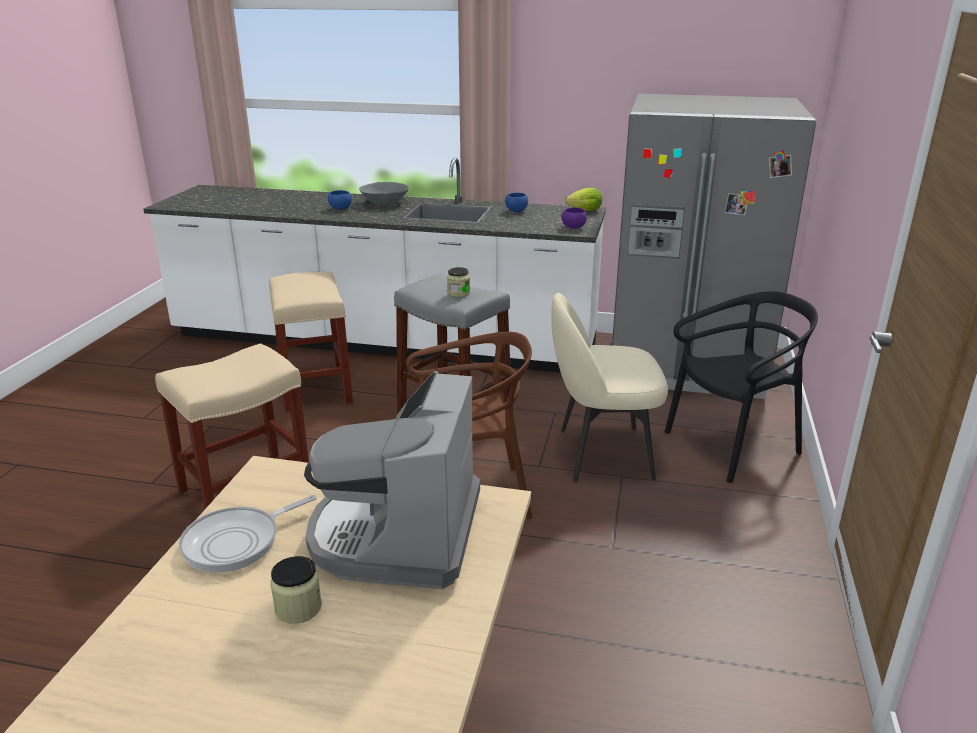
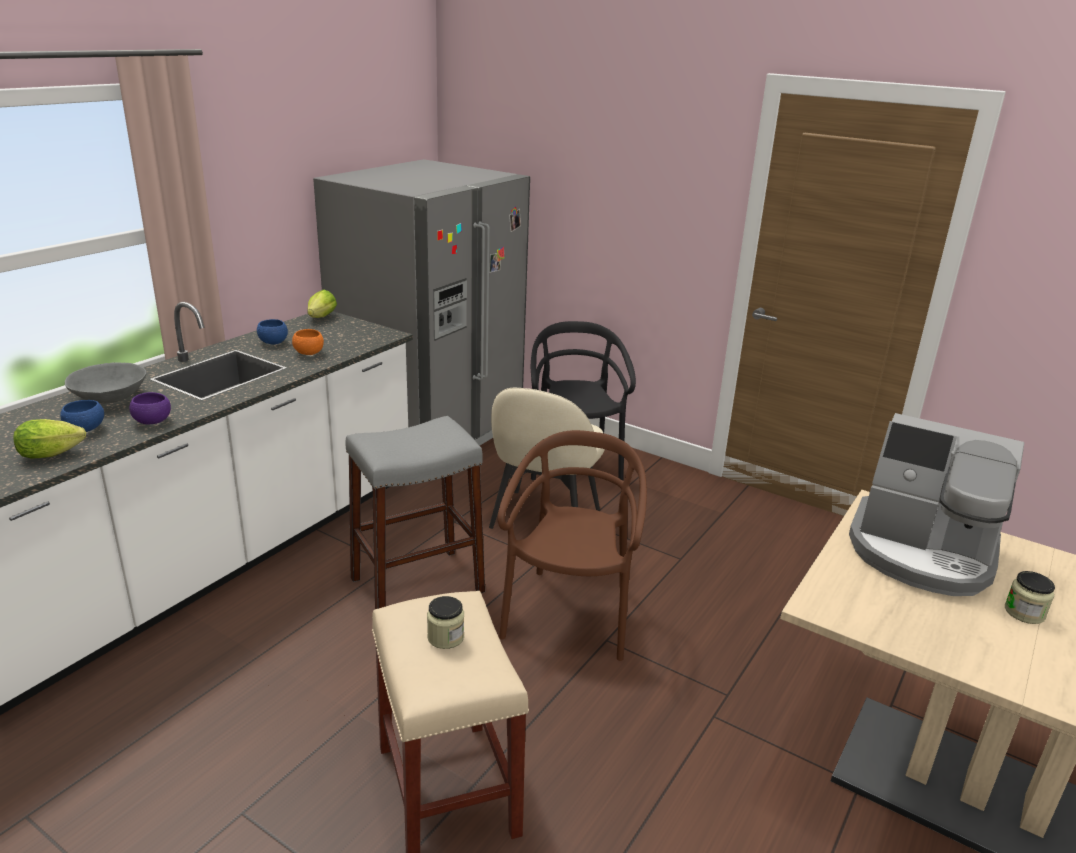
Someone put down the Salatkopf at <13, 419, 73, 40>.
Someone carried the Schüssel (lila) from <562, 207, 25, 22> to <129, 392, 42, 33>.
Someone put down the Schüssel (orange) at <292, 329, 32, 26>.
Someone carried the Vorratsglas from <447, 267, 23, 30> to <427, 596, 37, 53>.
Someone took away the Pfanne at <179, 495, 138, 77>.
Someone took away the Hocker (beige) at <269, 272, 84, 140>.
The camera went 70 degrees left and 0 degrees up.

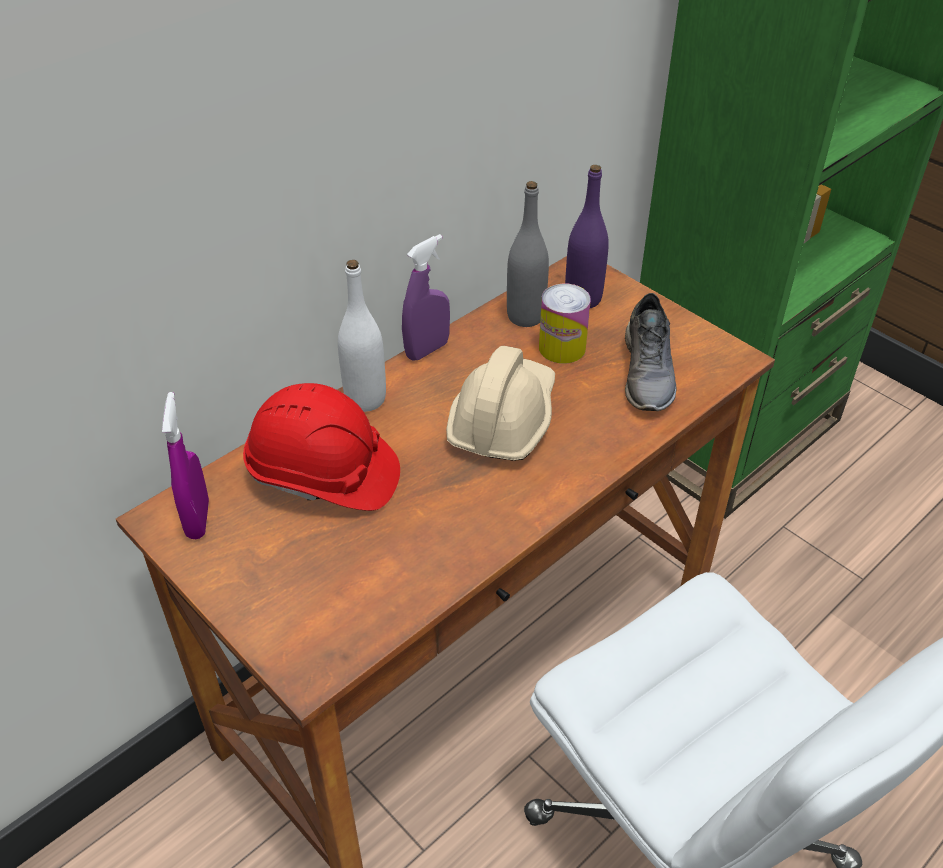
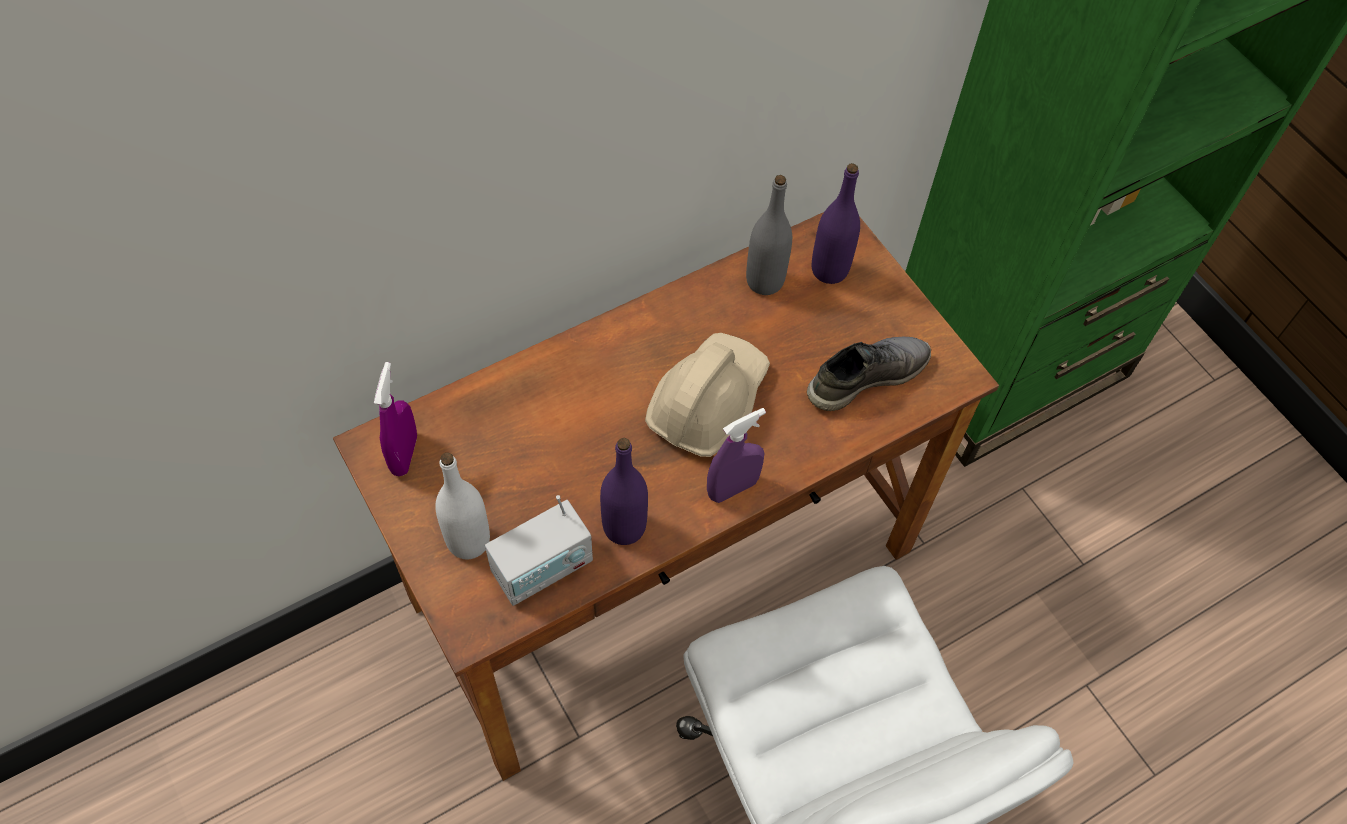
Someone carried the Flasche (weiß) from <338, 260, 48, 152> to <435, 453, 55, 106>.
Someone put down the Radio at <485, 495, 108, 111>.
Someone put down the Flasche (lila) at <600, 438, 48, 107>.
Someone carried the Sprühflasche (lila) from <402, 234, 48, 127> to <707, 408, 59, 95>.
Someone rotated the Schuh (grau) at <625, 293, 52, 118> by 135 degrees counterclockwise.
Someone took away the Schutzhelm (rot) at <243, 383, 157, 128>.
Someone took away the Dose at <539, 284, 52, 80>.
The camera went 10 degrees right and 15 degrees up.

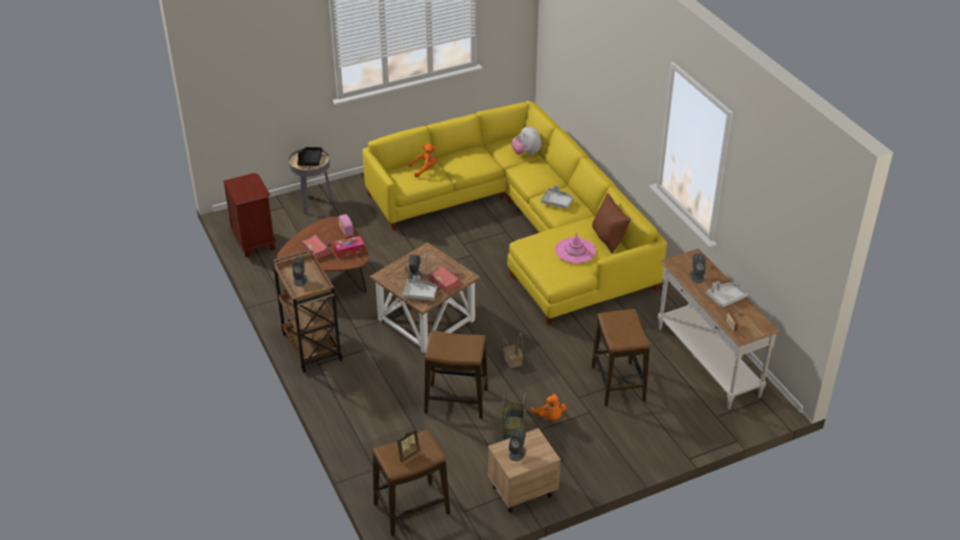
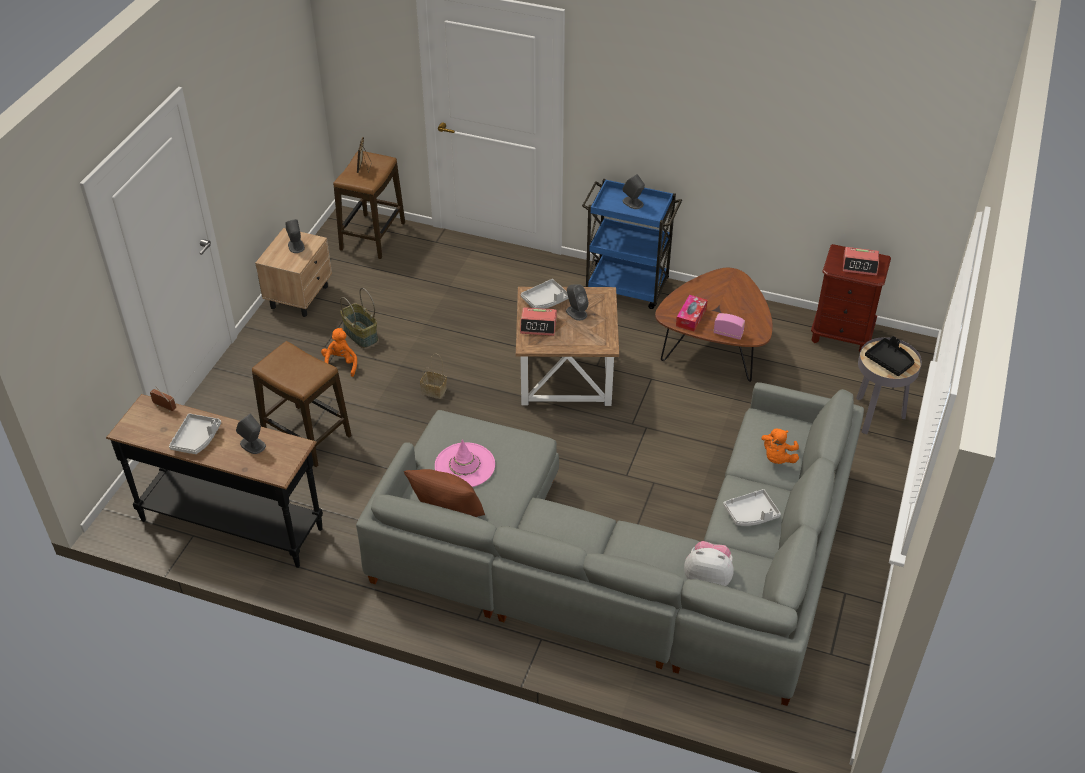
Someone repainted the Konsolentisch (weiß) at <658, 249, 122, 160>, which became the Konsolentisch (schwarz) at <106, 394, 217, 174>.
Someone rotated the Plüschtier (orange) at <531, 394, 35, 27> by 75 degrees clockwise.
Someone repainted the Sofa (gelb) at <362, 101, 305, 224>, which became the Sofa (grau) at <356, 382, 508, 324>.
Someone repainted the Rollwagen (braun) at <273, 250, 70, 123>, which became the Rollwagen (blau) at <582, 179, 100, 130>.
Someone carried the Tablett (grau) from <541, 185, 32, 24> to <723, 489, 58, 37>.
Someone carried the Wecker from <302, 234, 31, 25> to <843, 247, 36, 29>.
Someone took away the Hocker at <424, 331, 64, 88>.
The camera went 135 degrees right and 5 degrees up.

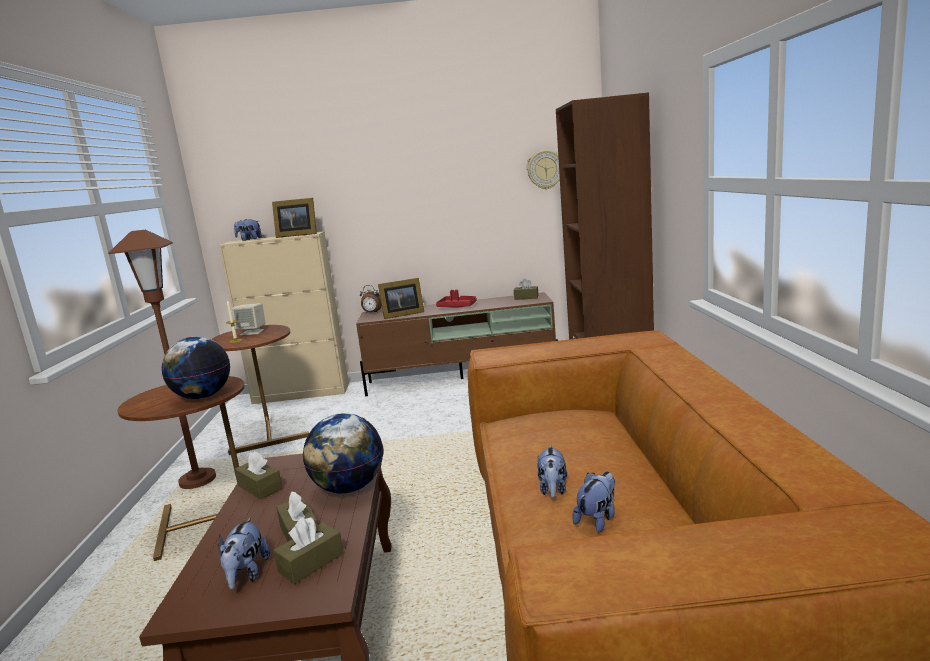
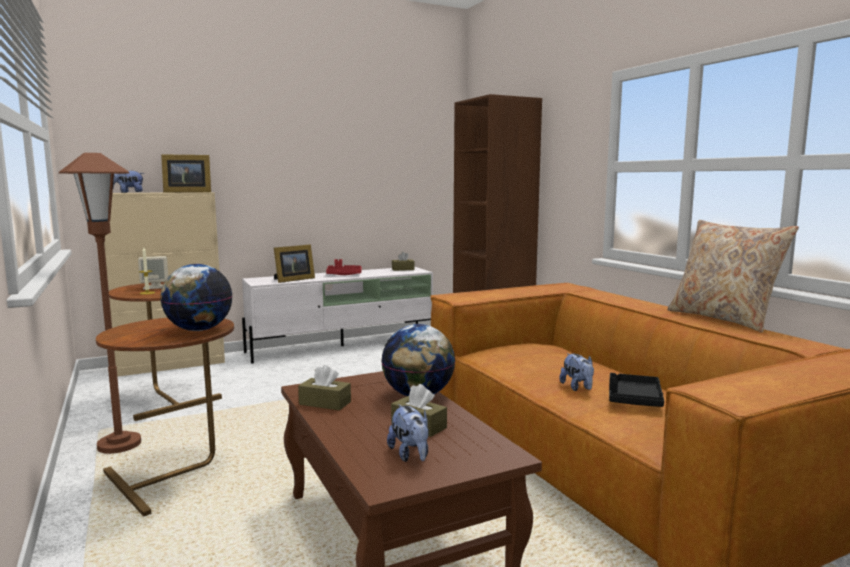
Someone repainted the Fernsehschrank (braun) at <356, 292, 202, 104>, which became the Fernsehschrank (weiß) at <242, 267, 191, 97>.
Someone swapped the Plüschtier at <572, 471, 43, 62> for the Tablett (schwarz) at <609, 373, 55, 34>.
Someone put down the Kissen (beige) at <668, 220, 131, 112>.
Someone took away the Taschentuchbox (braun) at <273, 517, 71, 67>.
Someone took away the Wecker at <360, 285, 22, 29>.
Someone took away the Wanduhr at <526, 150, 34, 39>.
The camera went 25 degrees left and 5 degrees down.

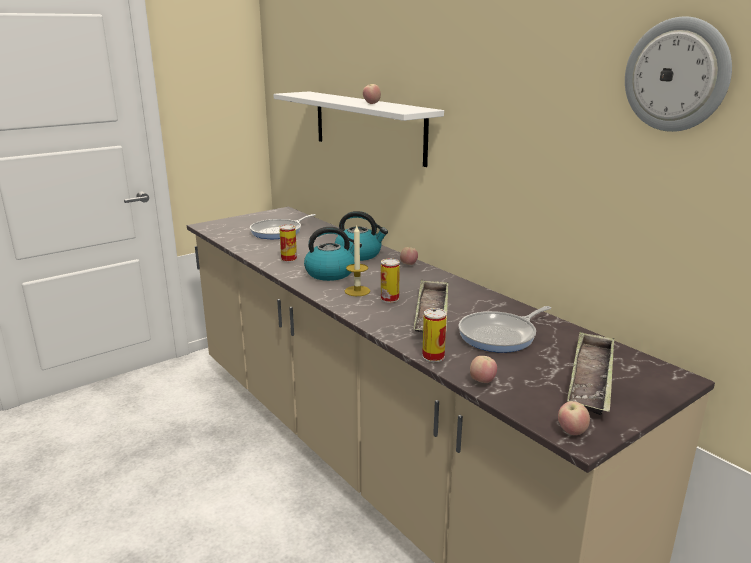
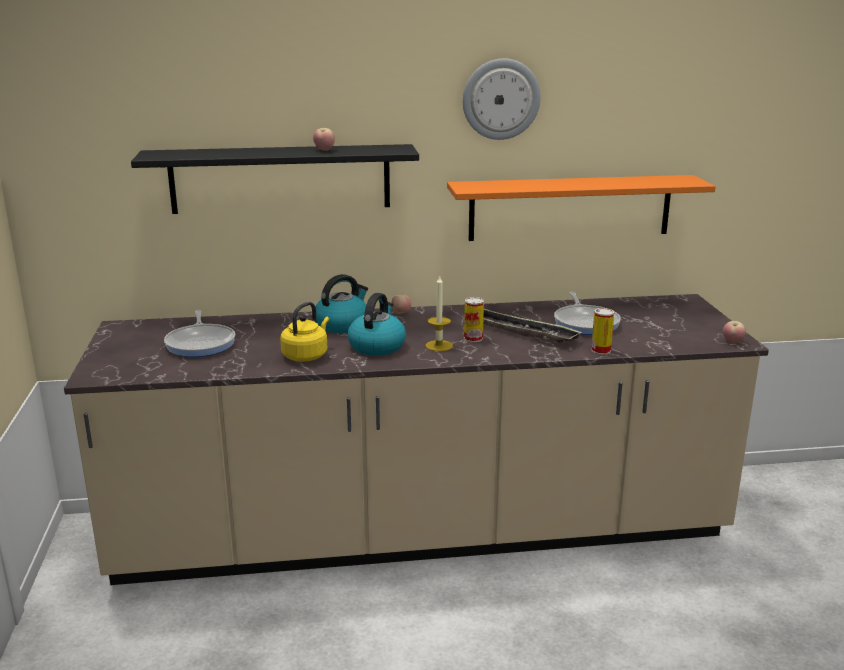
Someone repainted the Wandregal (weiß) at <273, 91, 171, 76>, which became the Wandregal (schwarz) at <131, 144, 288, 70>.
Someone swapped the Dose at <279, 225, 18, 37> for the Wasserkessel (gelb) at <280, 302, 49, 60>.
Someone put up the Wandregal (orange) at <447, 175, 269, 66>.
Someone carried the Wanduhr from <625, 17, 107, 115> to <463, 58, 78, 82>.
Someone took away the Apfel at <470, 356, 27, 27>.
Someone took away the Tablett at <567, 331, 47, 84>.
The camera went 60 degrees left and 0 degrees up.

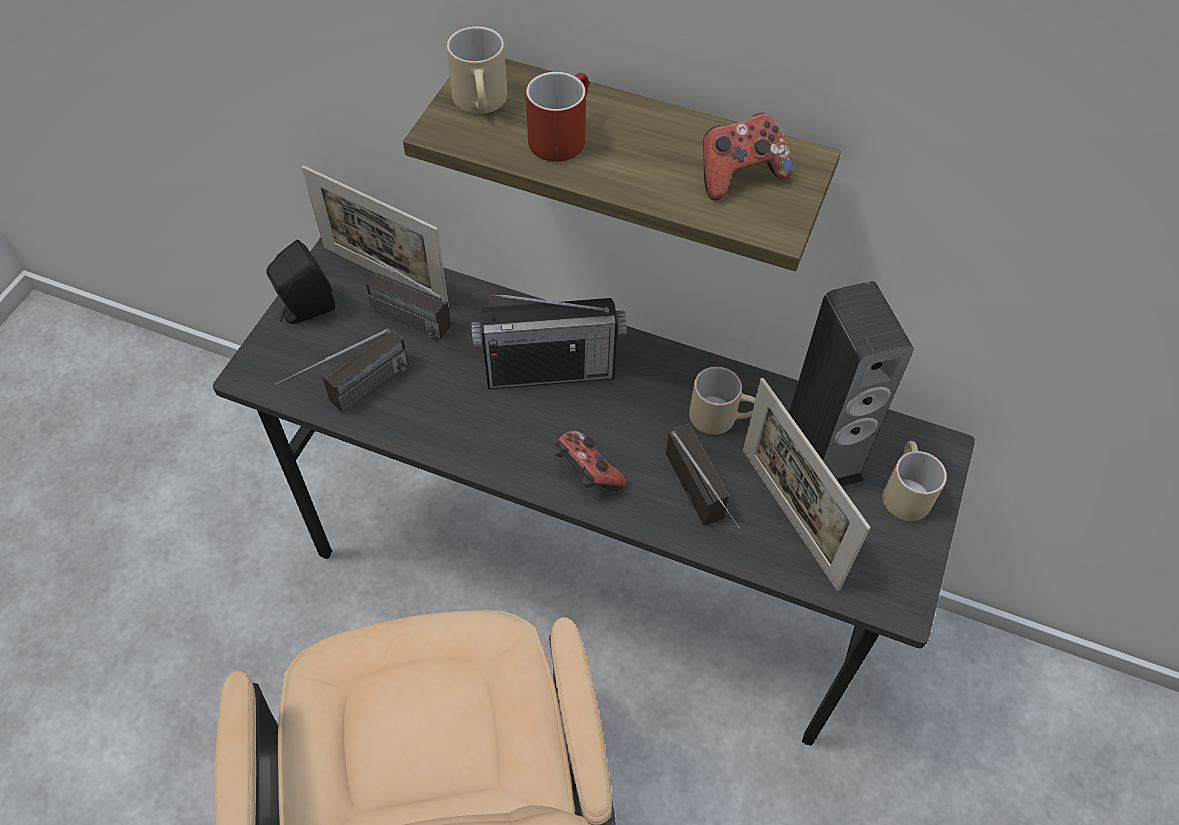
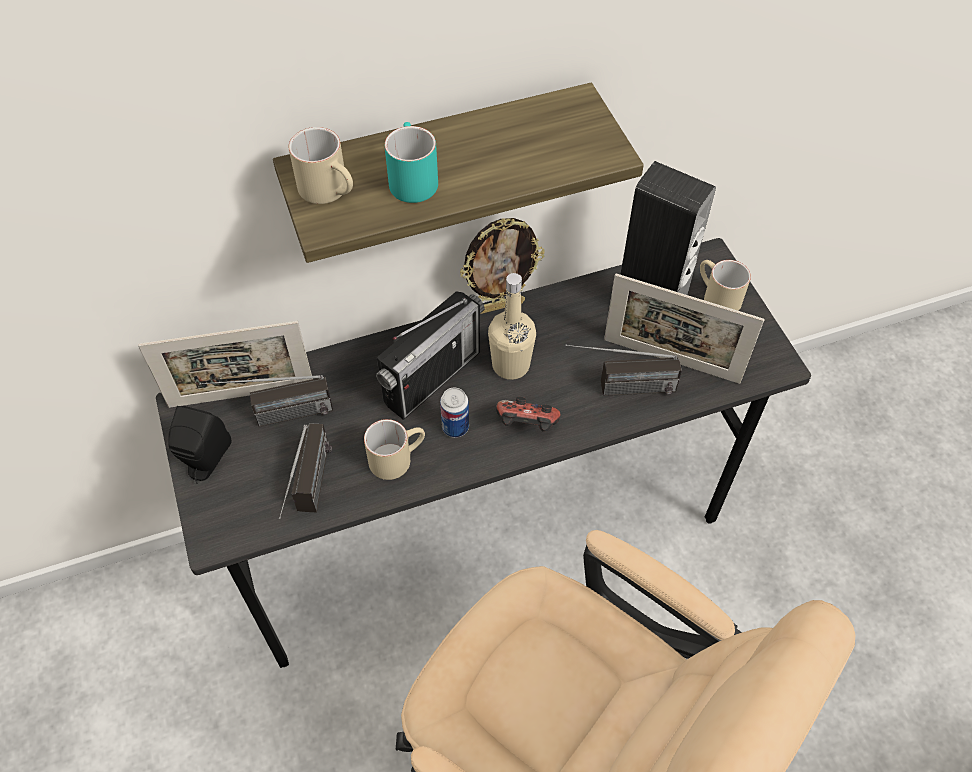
Someone carried the Henkelbecher (beige) from <689, 366, 66, 69> to <364, 419, 61, 61>.
Someone repainted the Henkelbecher (rot) at <526, 72, 63, 90>, which became the Henkelbecher (türkis) at <384, 122, 54, 81>.
Someone put down the Dose at <440, 388, 29, 50>.
Someone put down the Bilderrahmen at <460, 218, 85, 96>.
Someone put down the Flasche (beige) at <488, 273, 48, 107>.
Someone rotated the Radio at <666, 424, 74, 104> by 150 degrees clockwise.
Someone took away the Gamepad at <703, 112, 90, 88>.
The camera went 40 degrees left and 0 degrees up.

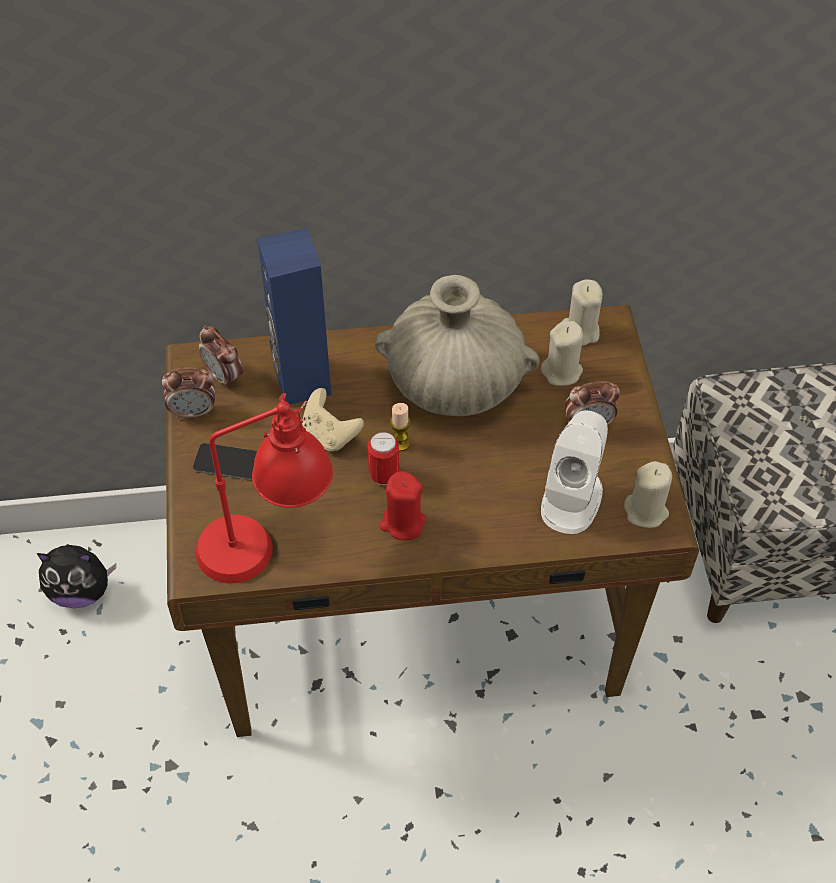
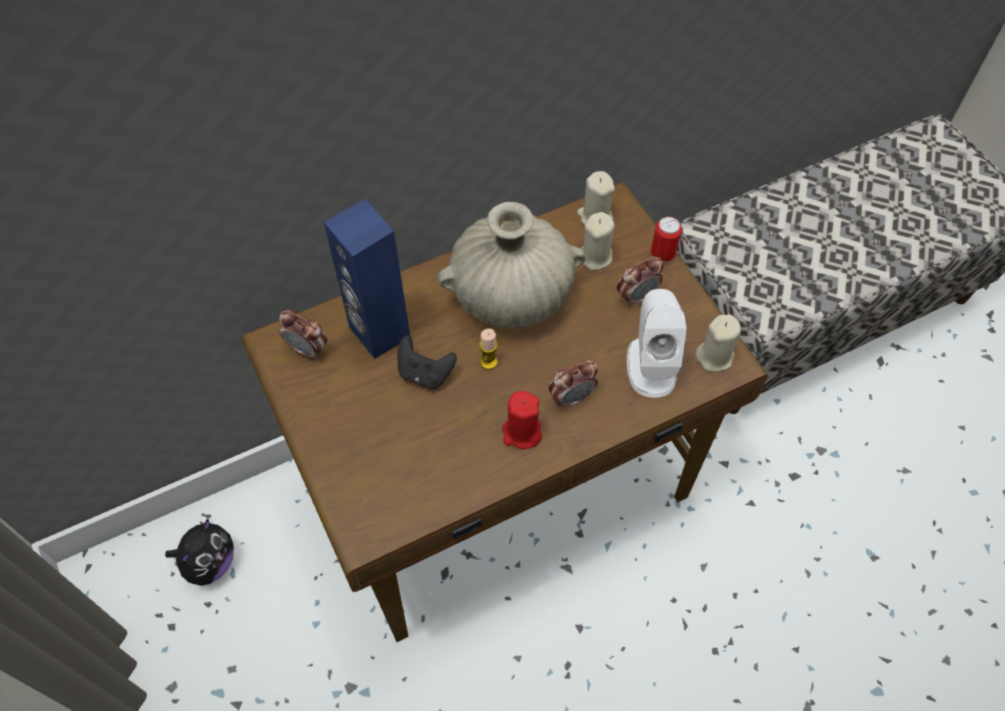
Someone rotated the Plüschtier at <36, 544, 80, 64> by 45 degrees counterclockwise.
Someone repainted the Gamepad (beige) at <302, 388, 62, 63>, which became the Gamepad (schwarz) at <398, 335, 59, 54>.
Someone carried the Wecker from <162, 368, 53, 51> to <548, 359, 50, 50>.
Someone carried the Dose from <368, 432, 31, 53> to <651, 216, 31, 47>.
Someone took away the Handy at <193, 443, 64, 37>.
Someone took away the Tischlampe (rot) at <196, 393, 137, 190>.
The camera went 20 degrees left and 5 degrees up.

